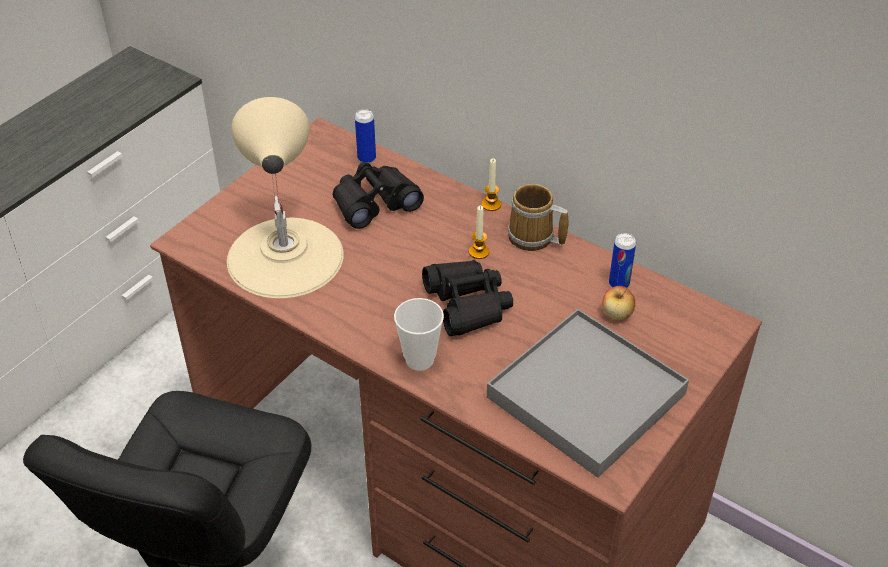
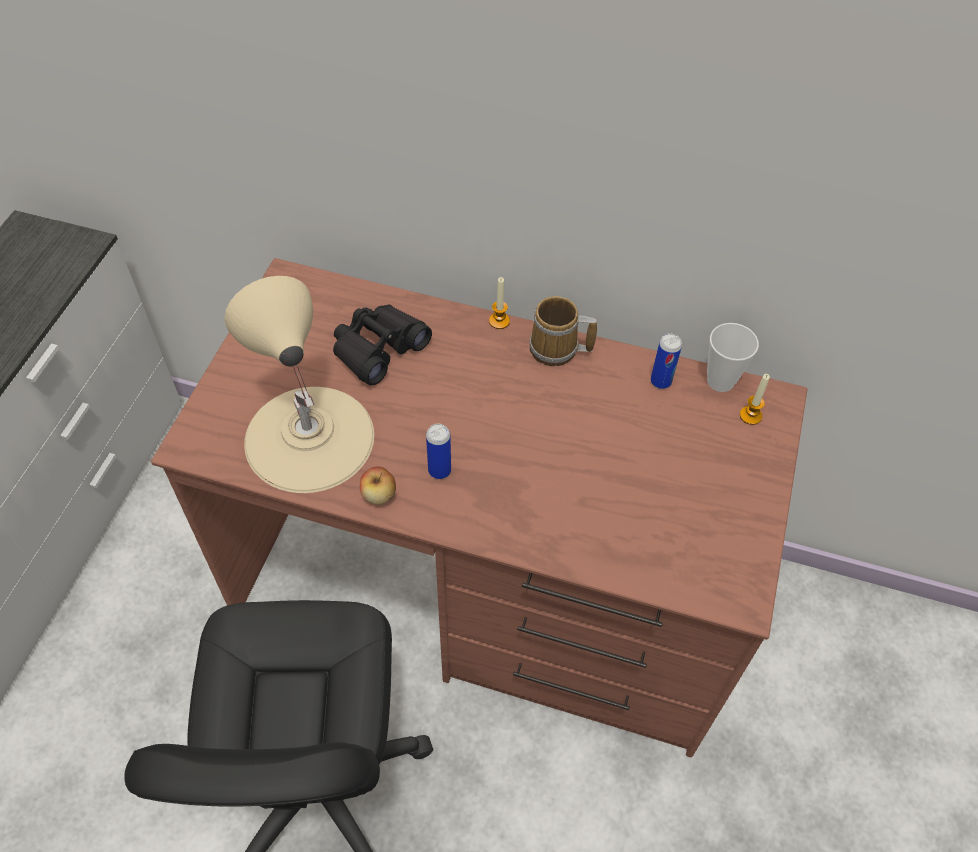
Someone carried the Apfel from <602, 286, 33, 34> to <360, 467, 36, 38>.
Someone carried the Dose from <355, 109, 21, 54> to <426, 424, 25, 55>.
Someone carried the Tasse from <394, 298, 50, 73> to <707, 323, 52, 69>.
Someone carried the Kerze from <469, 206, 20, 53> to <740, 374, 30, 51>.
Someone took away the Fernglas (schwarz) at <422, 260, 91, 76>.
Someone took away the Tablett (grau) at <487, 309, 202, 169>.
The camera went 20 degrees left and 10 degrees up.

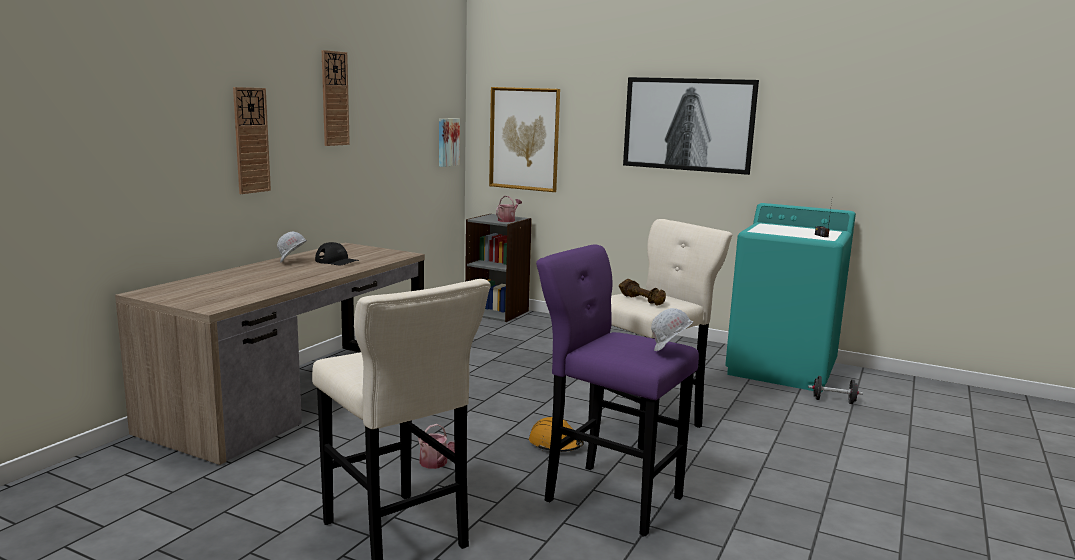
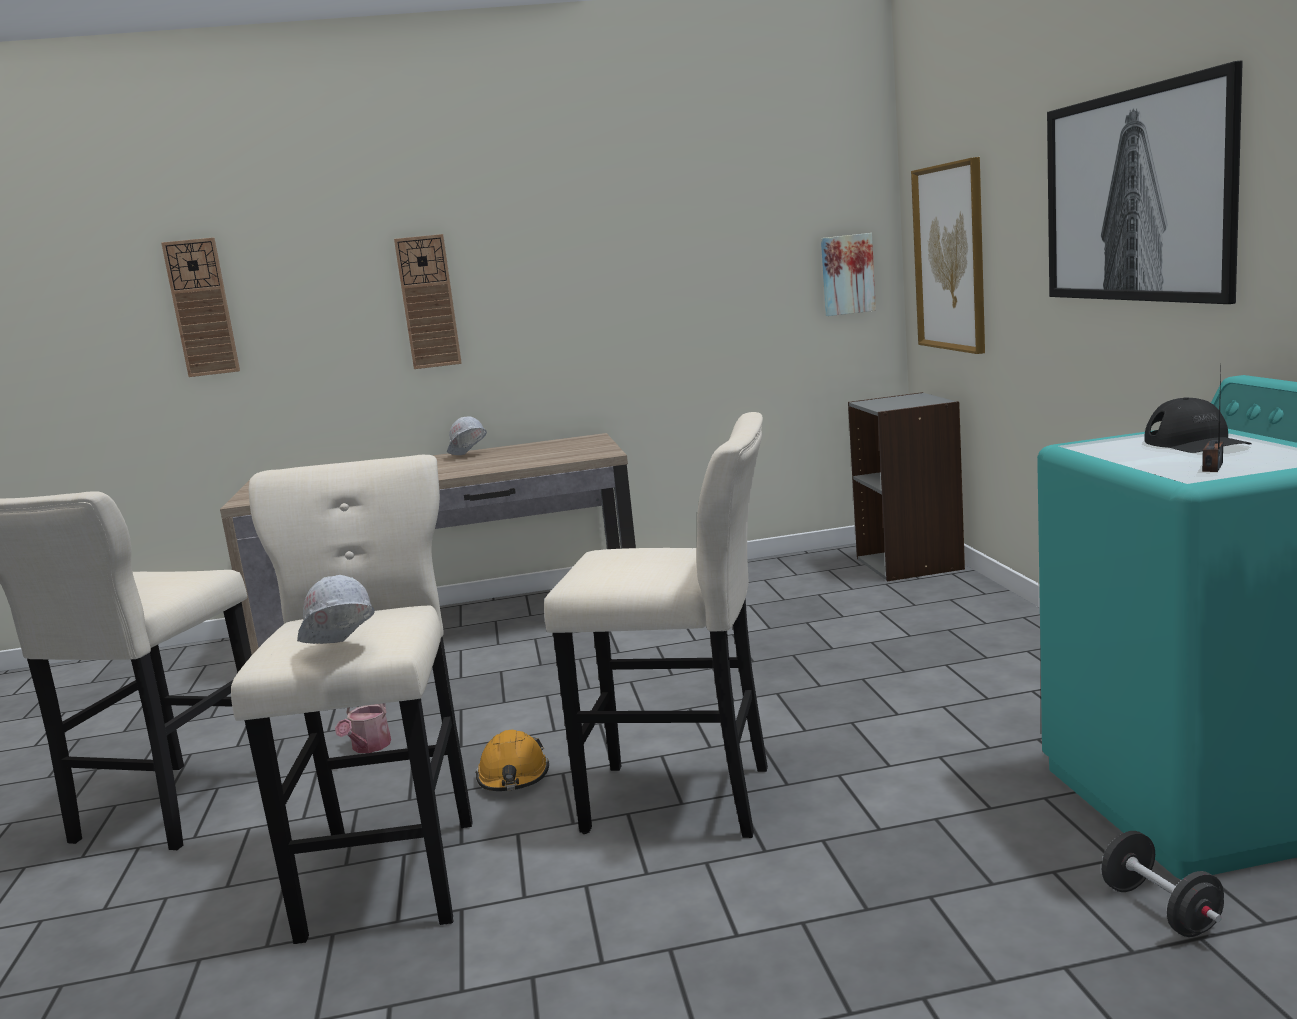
Someone carried the Wanduhr from <322, 50, 28, 96> to <161, 237, 79, 140>.
Someone repainted the Hocker (lila) at <536, 245, 163, 291>, which became the Hocker (beige) at <231, 455, 242, 489>.
Someone carried the Kappe (schwarz) from <315, 242, 44, 23> to <1144, 397, 108, 56>.
Someone took away the Gießkanne at <496, 196, 26, 26>.
Someone took away the Hantel (braun) at <619, 279, 47, 26>.
The camera went 55 degrees right and 0 degrees up.

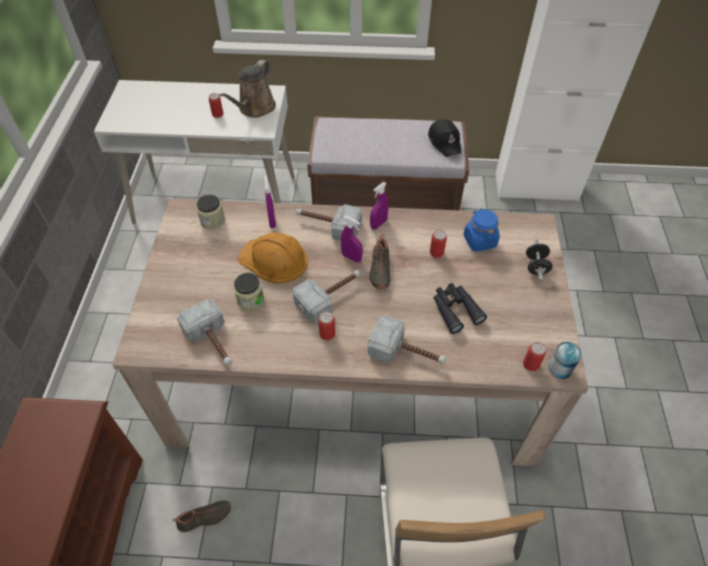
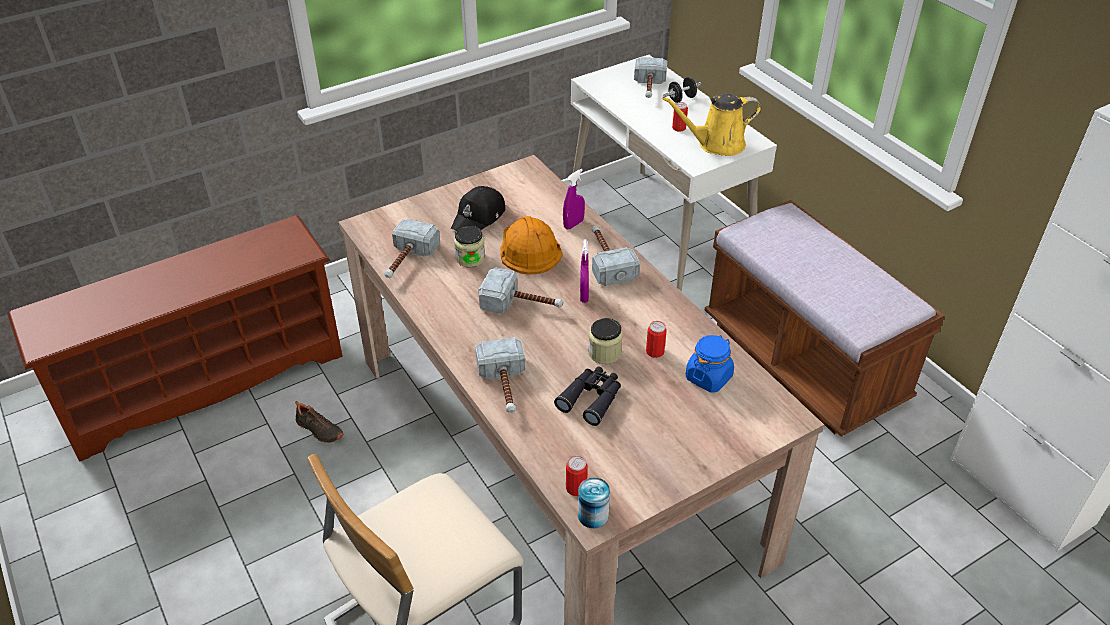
Someone carried the Kappe (schwarz) from <428, 119, 34, 38> to <451, 186, 54, 45>.
Someone carried the Vorratsglas from <197, 194, 28, 35> to <588, 318, 35, 46>.
Someone put down the Hammer at <634, 57, 33, 41>.
Someone repainted the Gießkanne (braun) at <219, 60, 57, 58>, which became the Gießkanne (gelb) at <662, 94, 100, 62>.
Someone carried the Hantel (schwarz) from <526, 239, 26, 41> to <663, 77, 39, 26>.
Someone took away the Dose at <318, 311, 17, 29>.
Someone took away the Schuh (schwarz) at <369, 234, 22, 55>.
Someone took away the Sprühflasche (lila) at <370, 182, 19, 48>.
The camera went 55 degrees right and 10 degrees down.

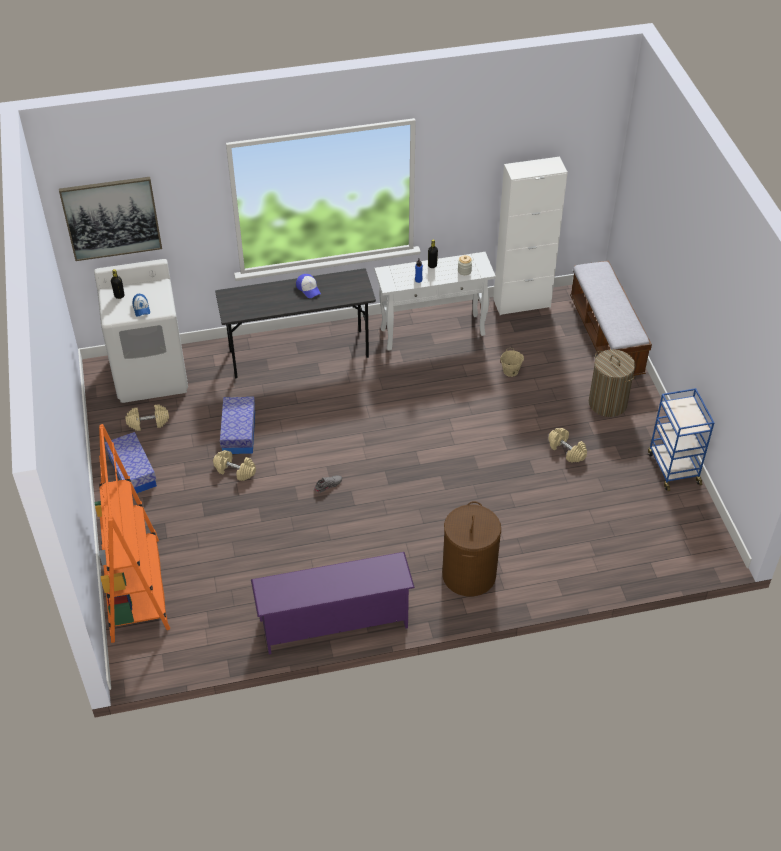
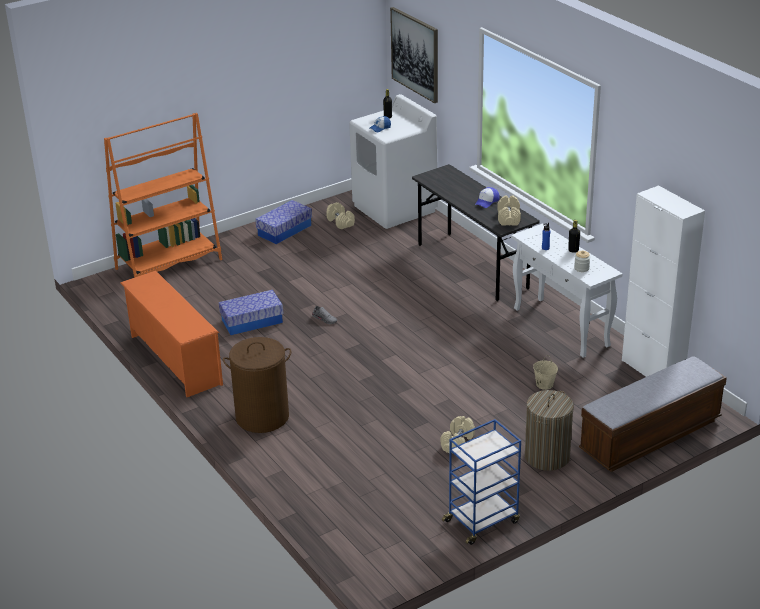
Someone repainted the Schuhregal (lila) at <251, 552, 164, 102>, which became the Schuhregal (orange) at <120, 271, 103, 126>.
Someone carried the Aufbewahrungsbox from <220, 397, 35, 57> to <219, 290, 64, 45>.
Someone carried the Hantel (beige) from <213, 450, 43, 31> to <497, 195, 24, 30>.
The camera went 70 degrees right and 15 degrees down.

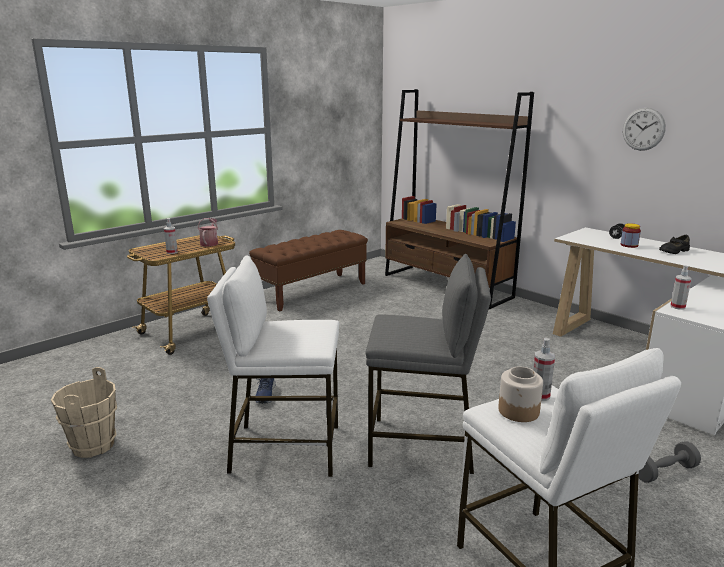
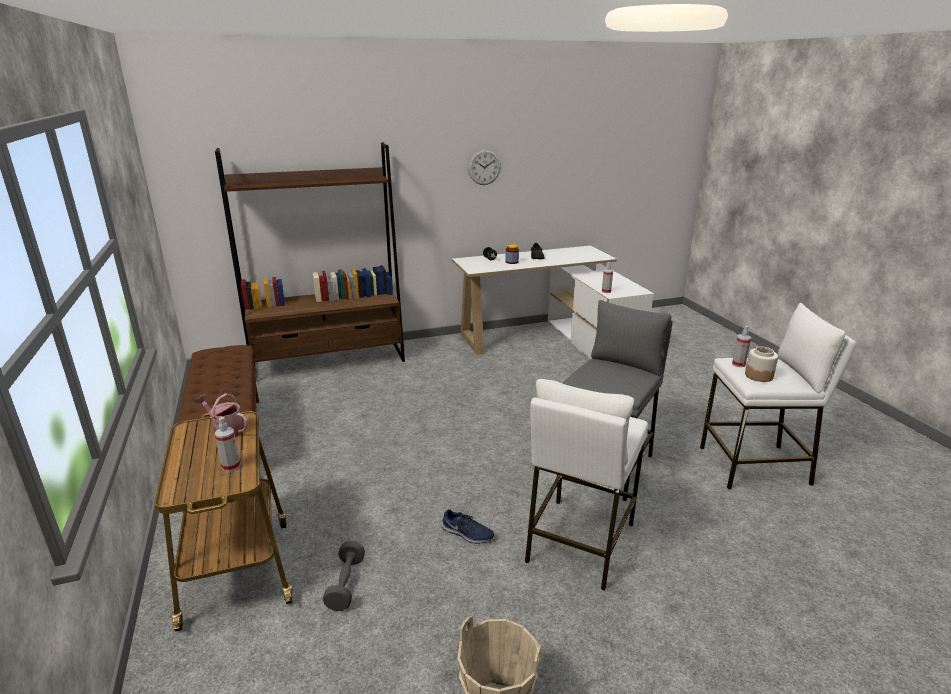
Someone carried the Hantel (grau) from <638, 441, 63, 42> to <323, 541, 42, 70>.
The camera went 65 degrees left and 5 degrees up.

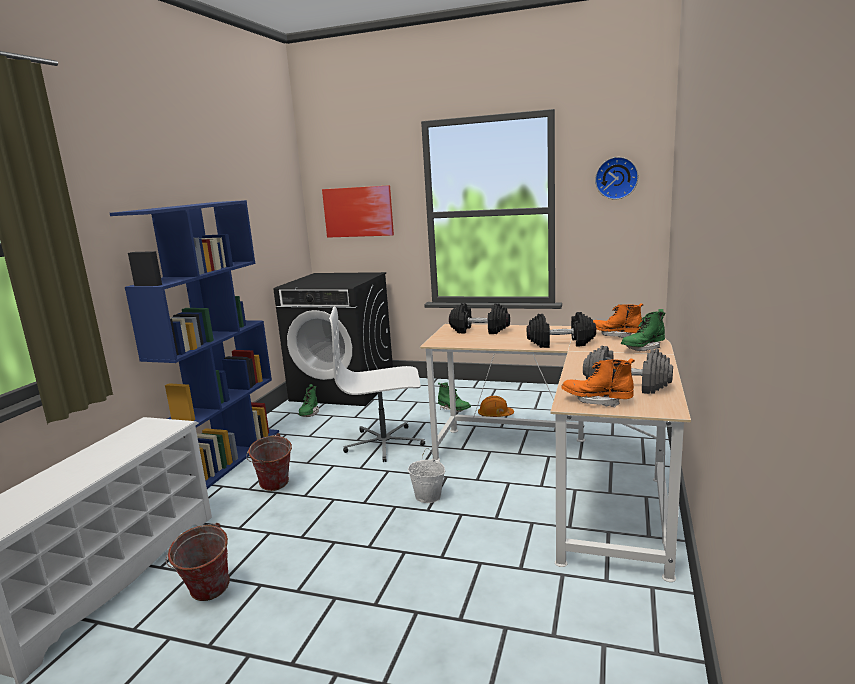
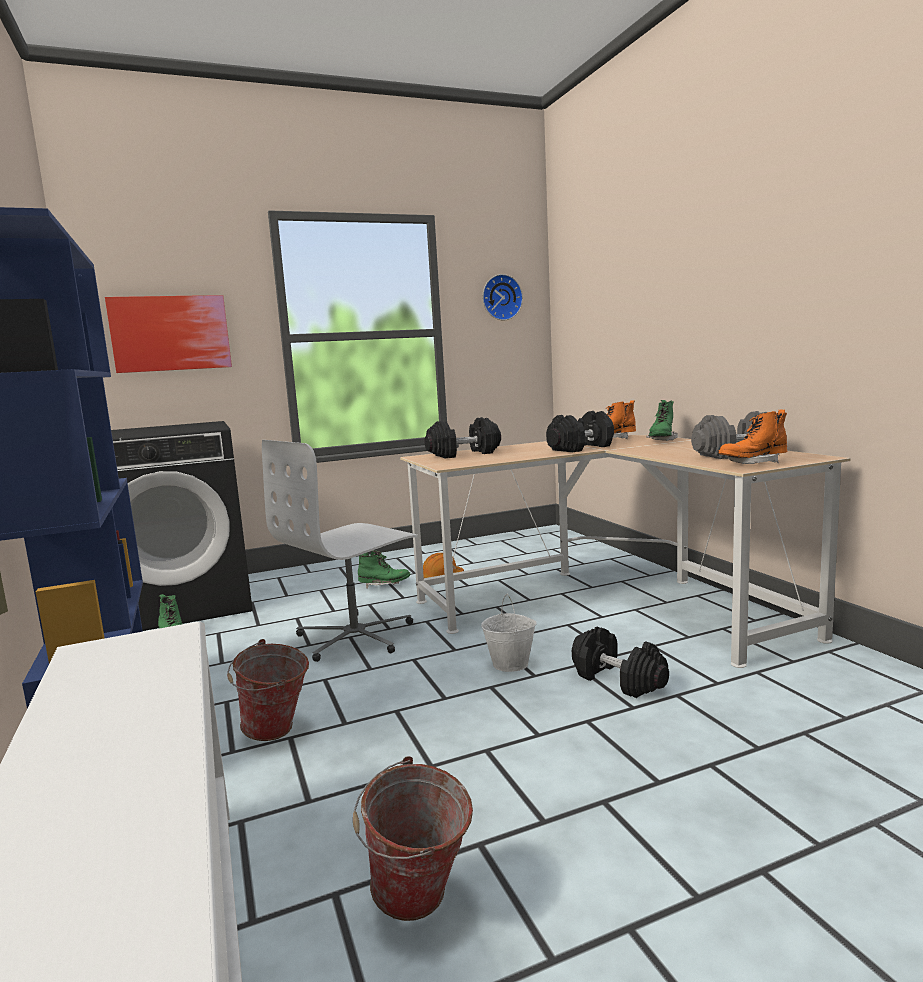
Someone put down the Hantel (schwarz) at <572, 627, 97, 71>.
The camera went 40 degrees left and 5 degrees down.

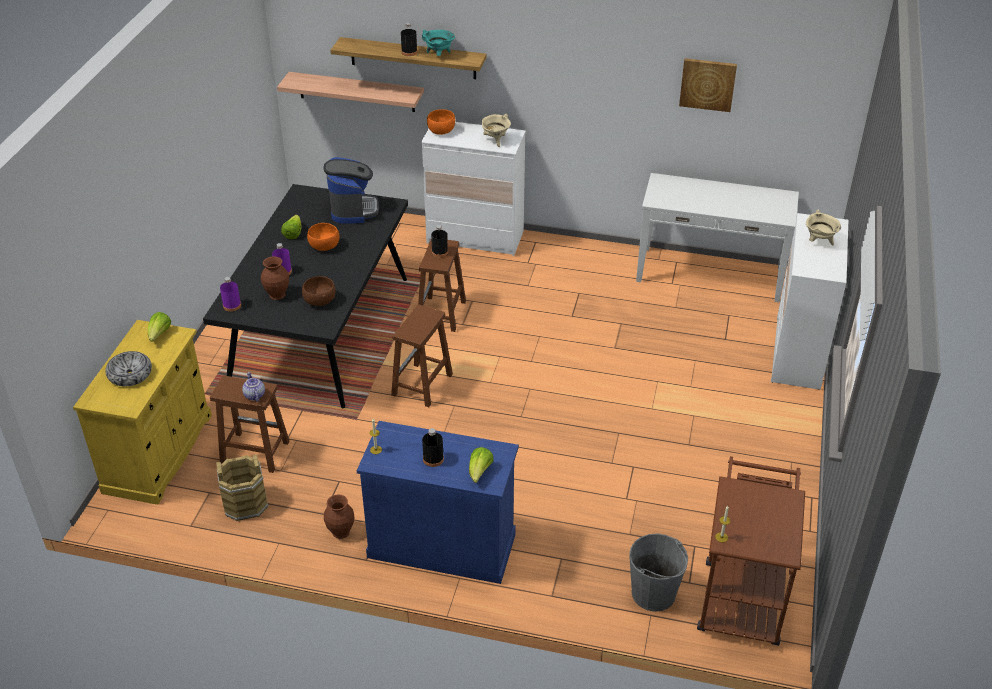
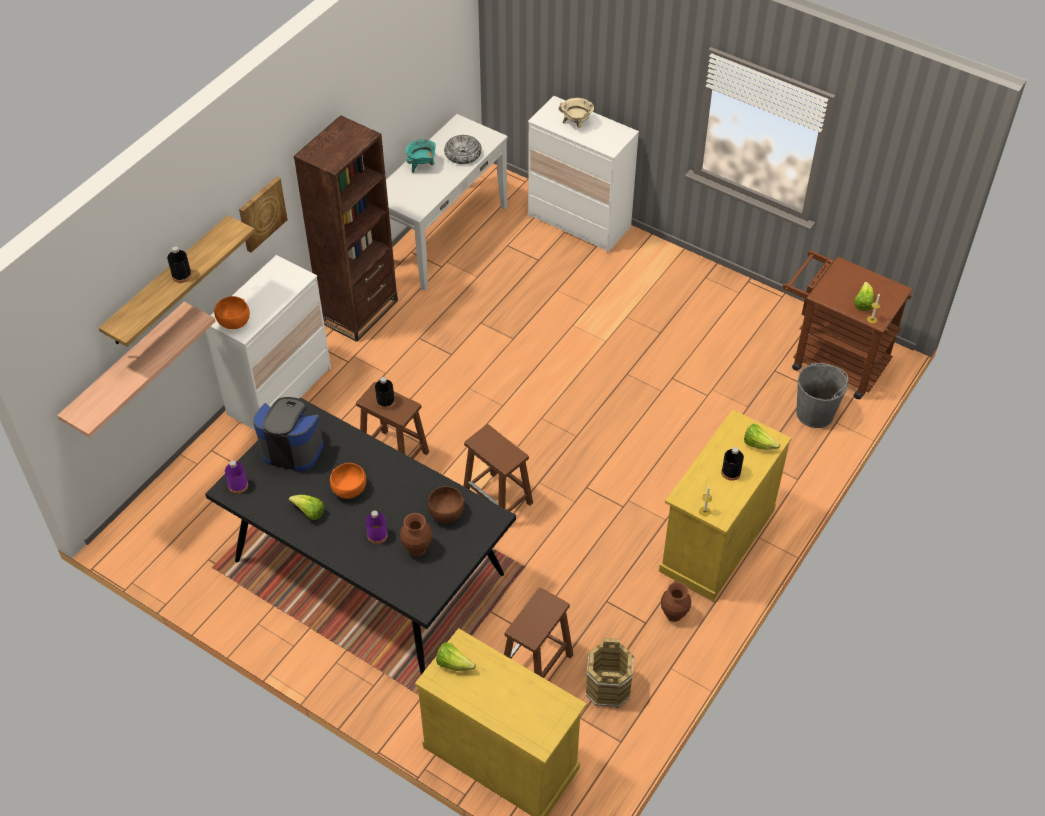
Someone carried the Flasche (lila) from <220, 277, 21, 35> to <225, 460, 23, 34>.
Someone carried the Bild from <679, 58, 58, 54> to <239, 177, 49, 76>.
Someone put down the Bücherregal (braun) at <294, 115, 104, 227>.
Someone carried the Kochtopf (türkis) from <422, 30, 33, 26> to <405, 139, 31, 34>.
Someone carried the Schüssel from <105, 351, 47, 35> to <444, 135, 38, 29>.
Someone repainted the Schrank (blau) at <357, 421, 162, 163>, which became the Schrank (gelb) at <659, 409, 133, 192>.
Someone put down the Salatkopf at <854, 282, 20, 29>.
Someone took away the Teekanne at <242, 372, 23, 30>.
Someone took away the Kochtopf (beige) at <482, 114, 29, 33>.
The camera went 70 degrees left and 10 degrees up.

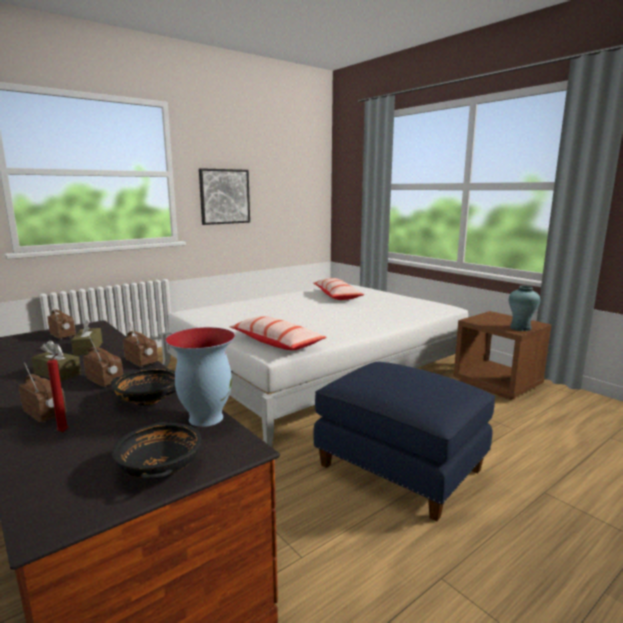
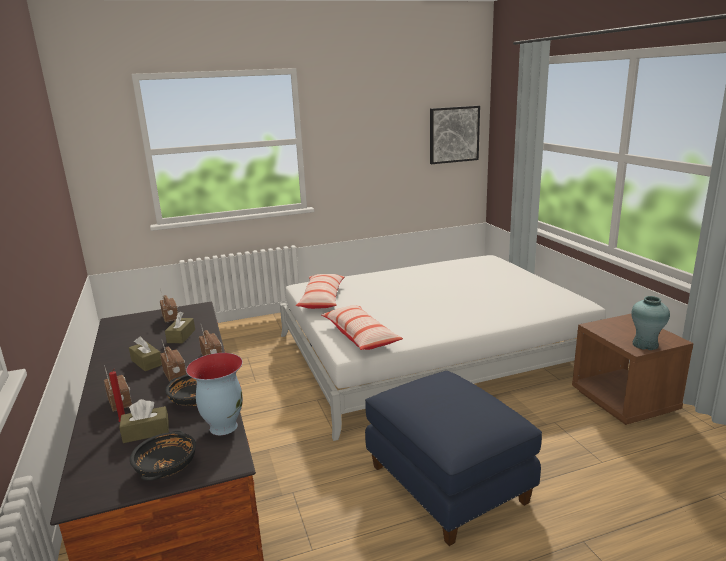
Someone put down the Taschentuchbox (braun) at <119, 399, 50, 44>.
Someone carried the Kissen from <313, 278, 51, 22> to <296, 274, 49, 35>.
Someone carried the Bild from <199, 168, 51, 57> to <430, 106, 50, 58>.
The camera went 20 degrees right and 5 degrees up.

